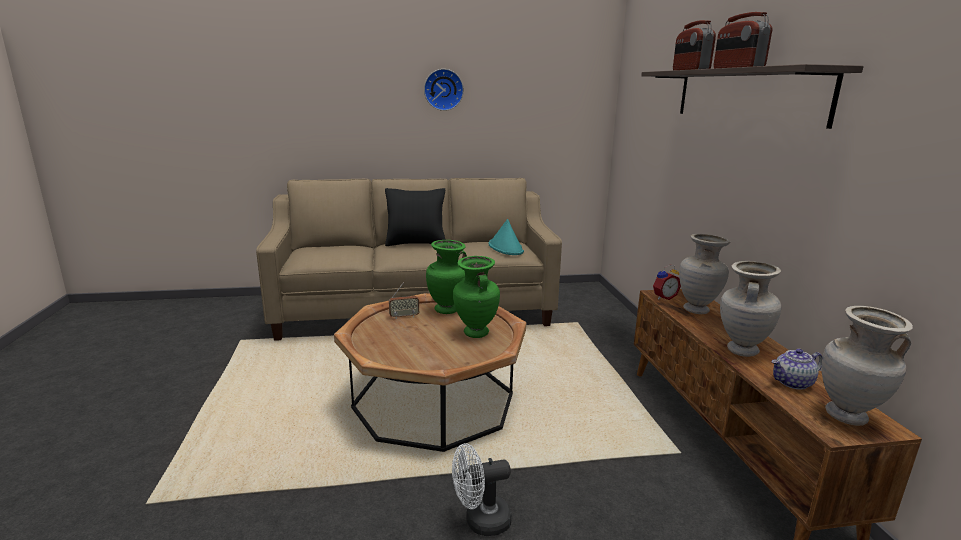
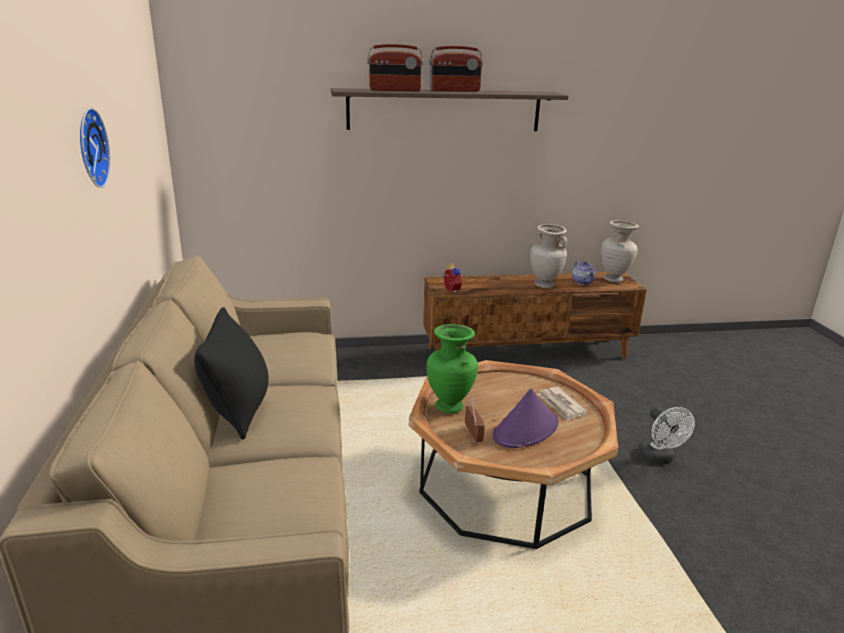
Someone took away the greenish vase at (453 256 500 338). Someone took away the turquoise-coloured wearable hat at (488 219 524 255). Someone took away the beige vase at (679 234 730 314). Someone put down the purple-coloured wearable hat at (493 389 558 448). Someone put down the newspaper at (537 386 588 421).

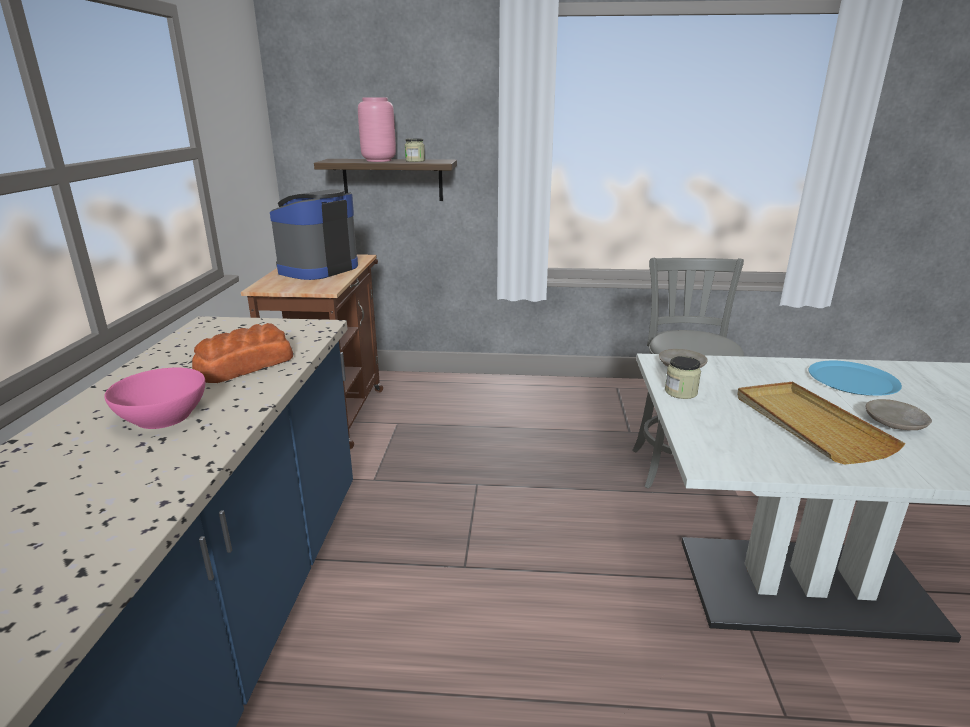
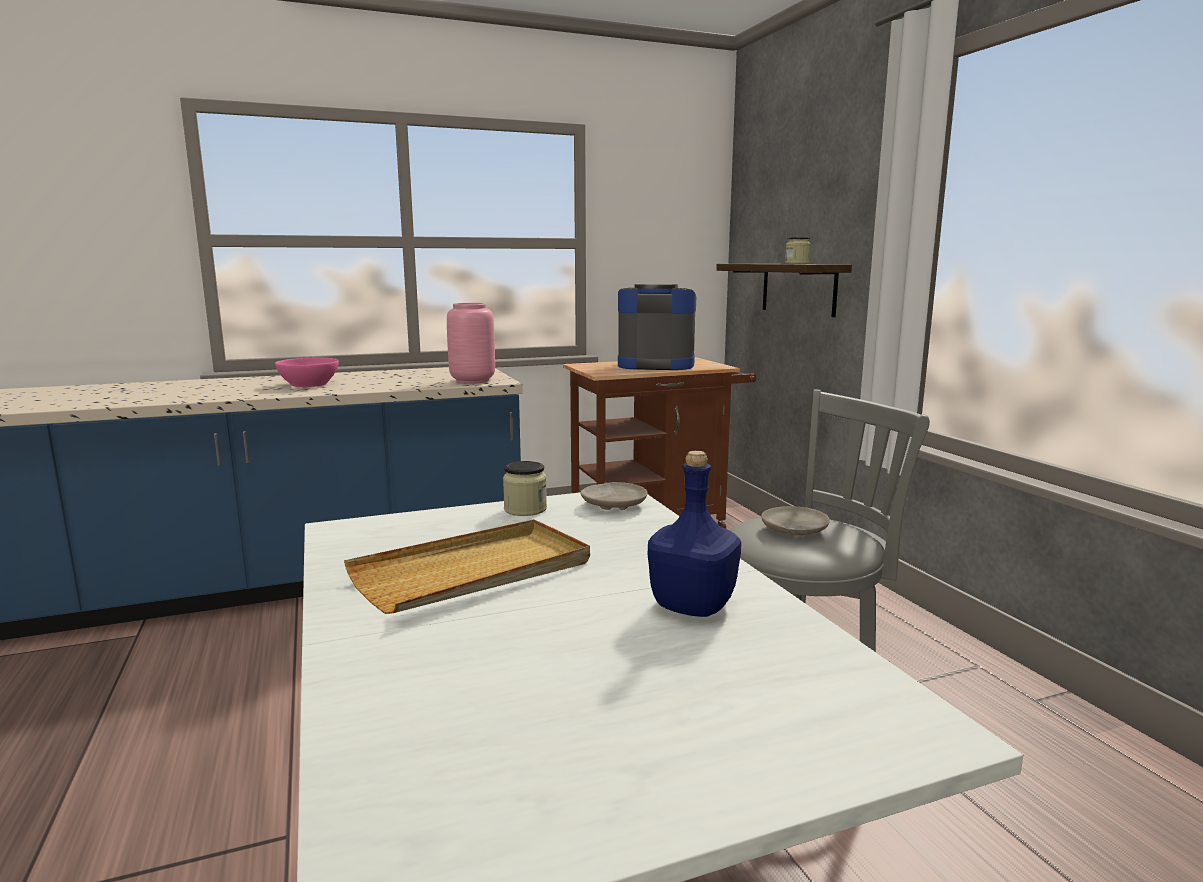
Someone took away the bread at (192 323 293 383). Someone carried the pinkish vase from (358 97 396 162) to (447 303 495 384). Someone carried the beige dinner plate from (866 399 932 430) to (761 506 830 536). Someone swapped the bluish dinner plate at (808 361 902 396) for the bluish beverage bottle at (648 451 741 617).

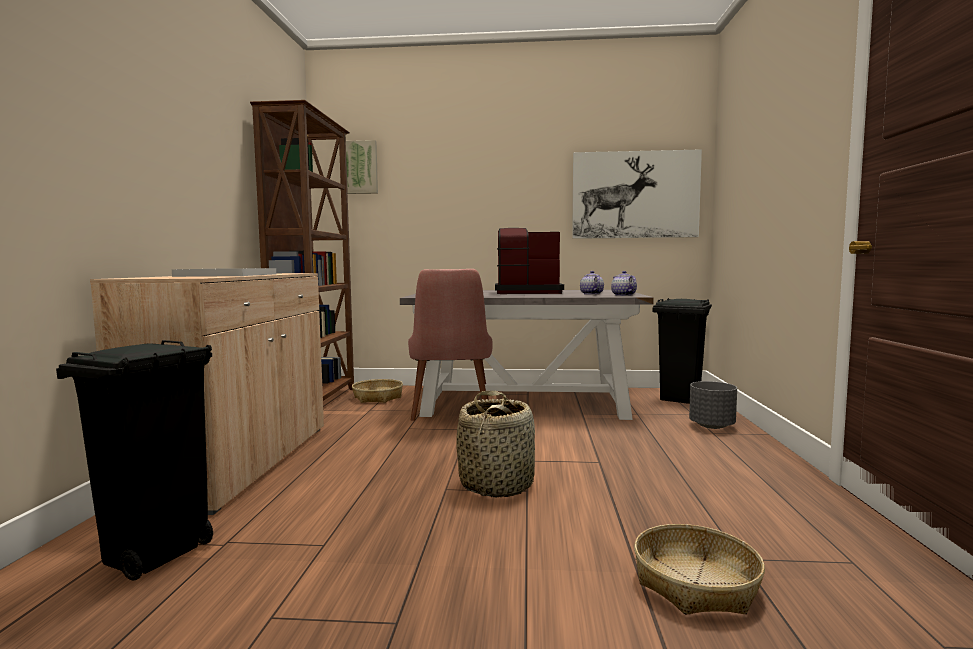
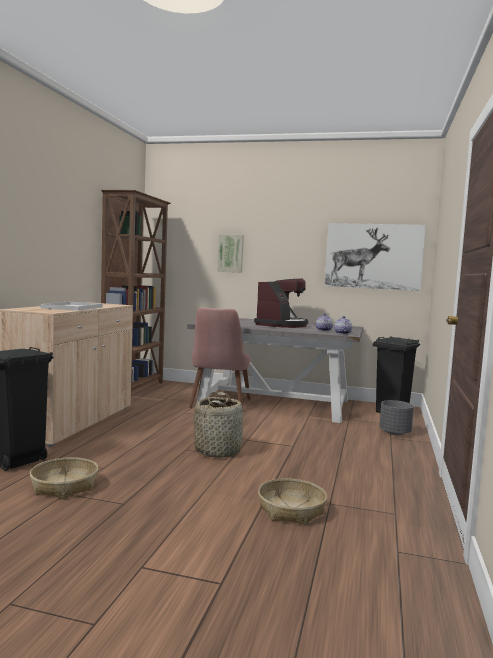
Someone carried the picture from (346 140 378 194) to (217 234 244 273). Someone carried the storage basket from (352 379 403 403) to (30 457 98 499). Someone rotated the coffee brewer at (495 228 564 294) by 105 degrees clockwise.

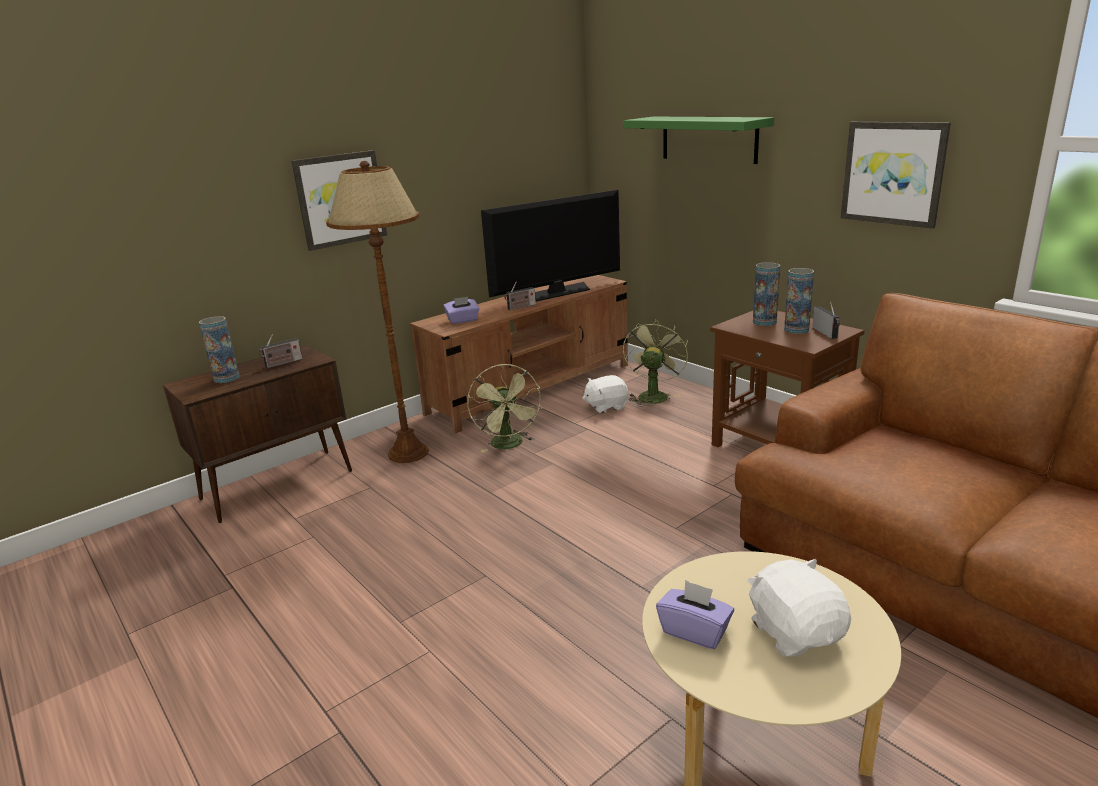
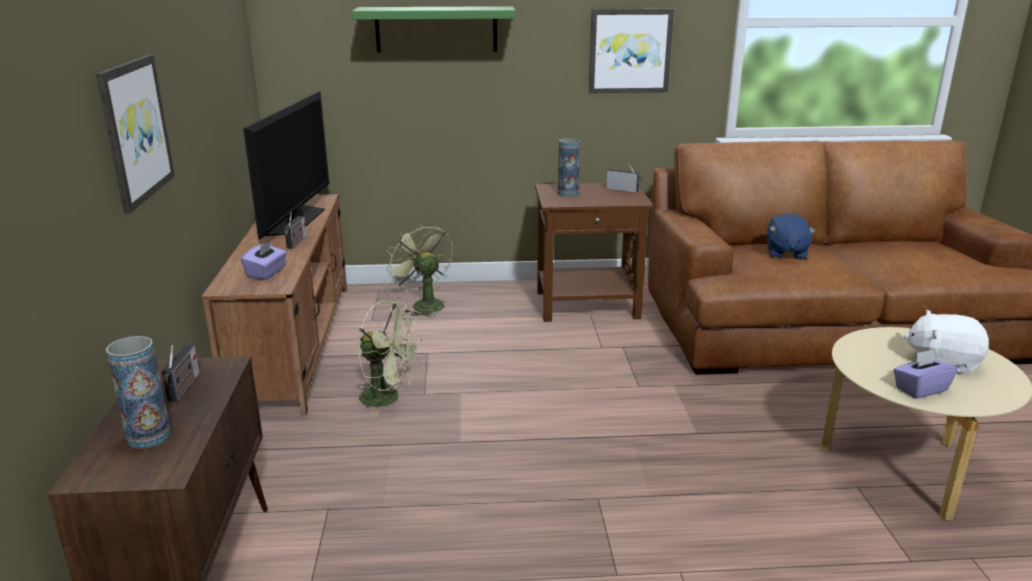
Someone took away the brownish floor lamp at (326 161 429 463). Someone took away the whitish cuddly toy at (582 375 628 414). Someone took away the vase at (784 268 814 334). Someone put down the bluish cuddly toy at (767 214 816 260).

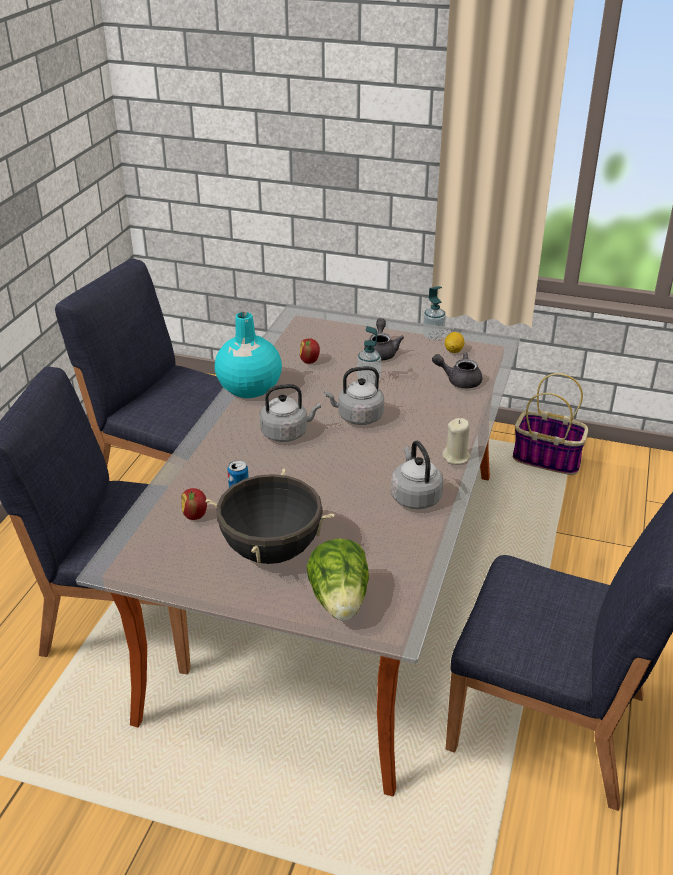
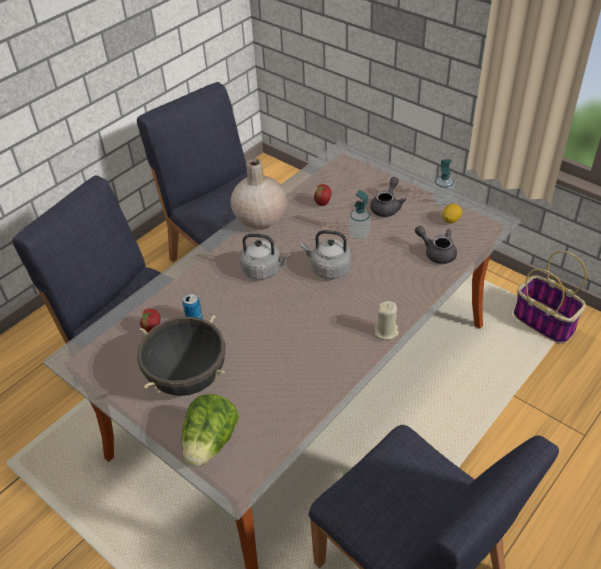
Someone took away the gray water kettle at (391 441 444 509). Someone repainted the turquoise-coloured vase at (215 312 282 398), which became the beige vase at (230 159 287 229).

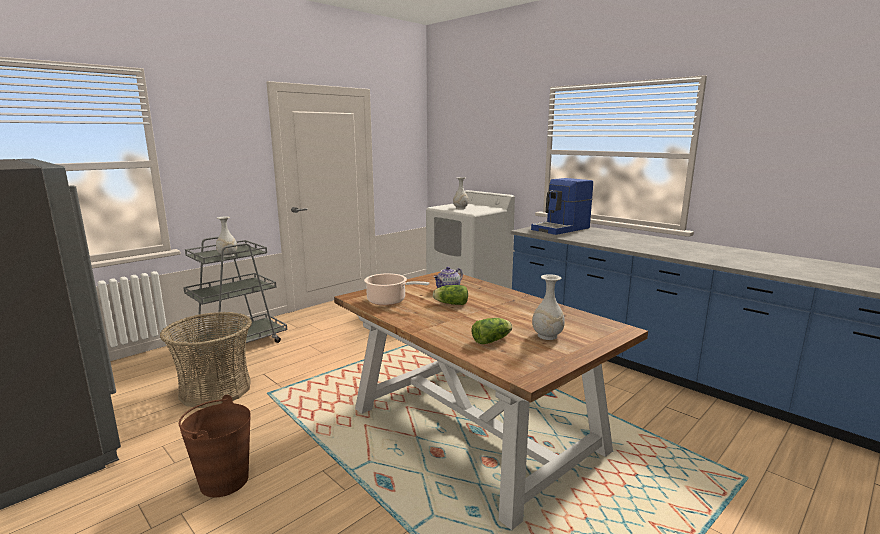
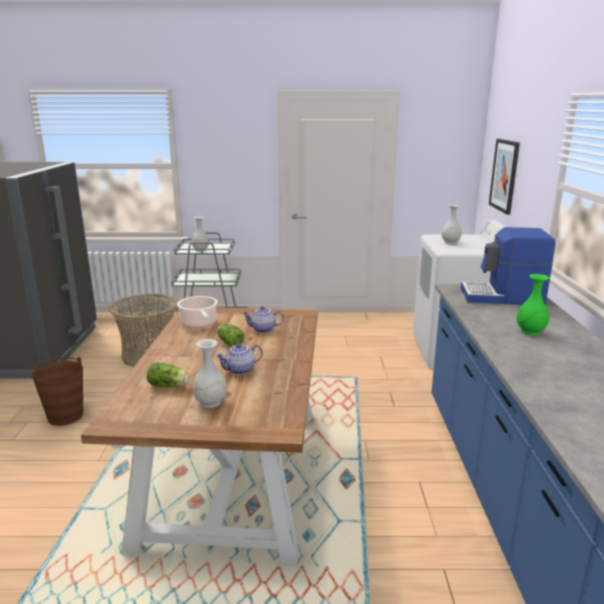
Someone put down the teapot at (215 343 263 375). Someone put up the picture at (489 139 520 215). Someone put down the greenish vase at (517 274 549 335).

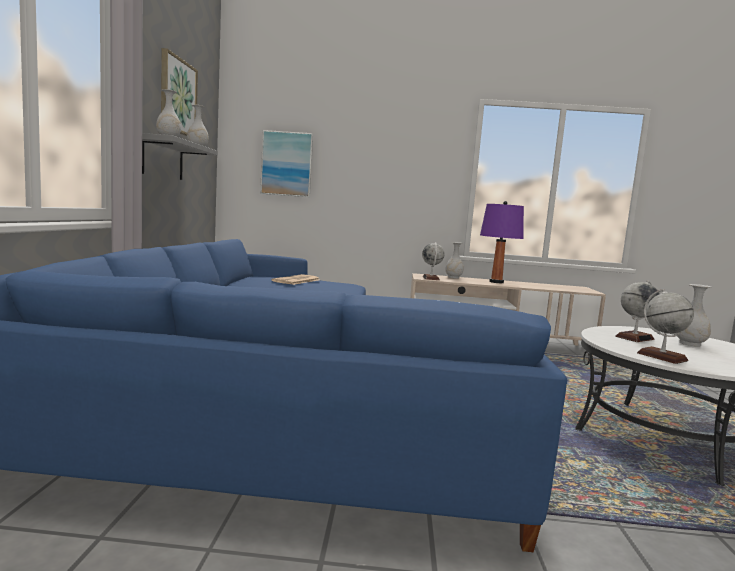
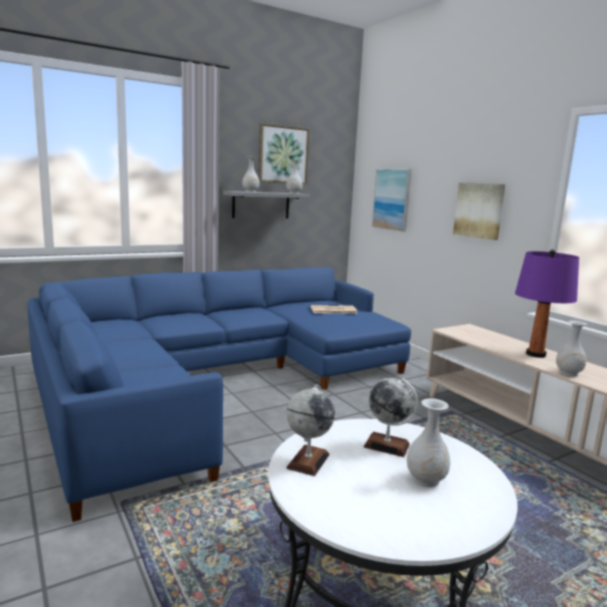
Someone took away the desk globe at (422 242 444 280). Someone put up the picture at (453 183 505 240). Someone carried the whitish vase from (445 242 464 279) to (556 321 587 376).

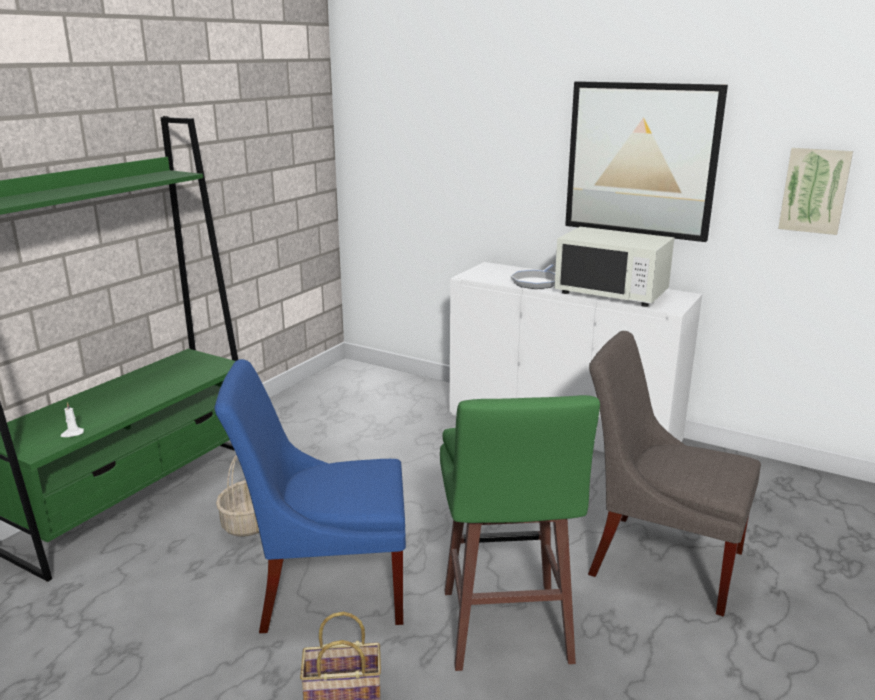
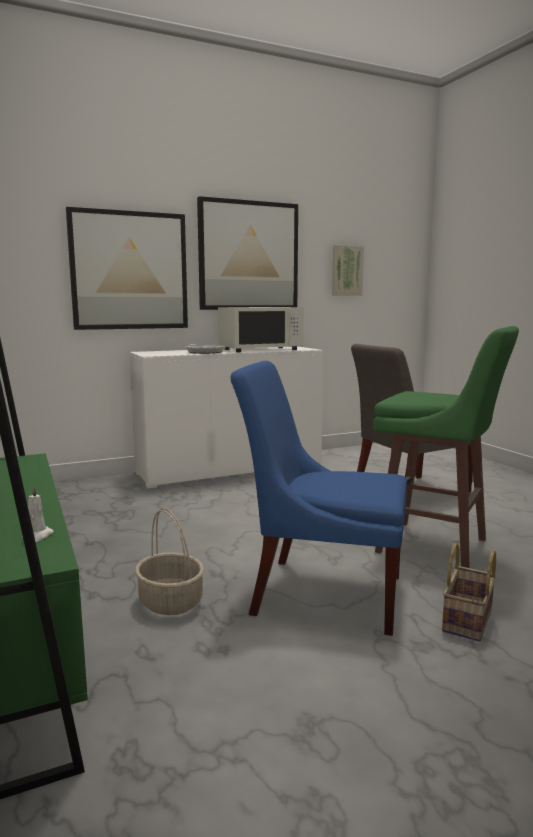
Someone put up the picture at (66 207 188 330). Someone rotated the bluish chair at (215 359 406 633) by 75 degrees clockwise.

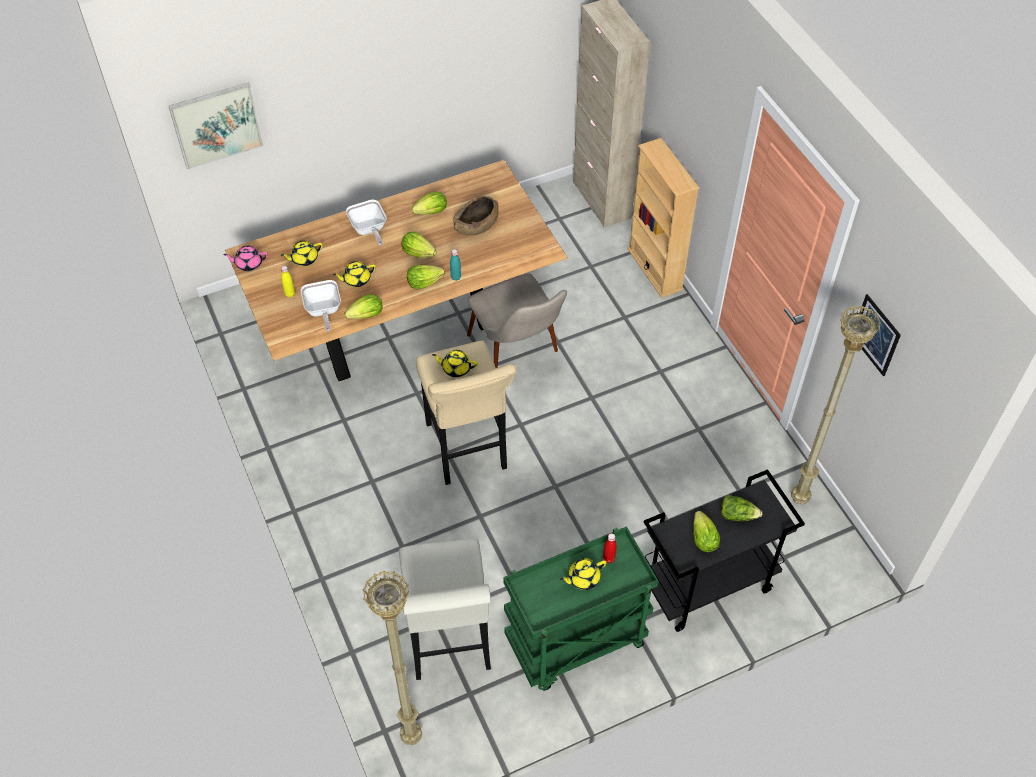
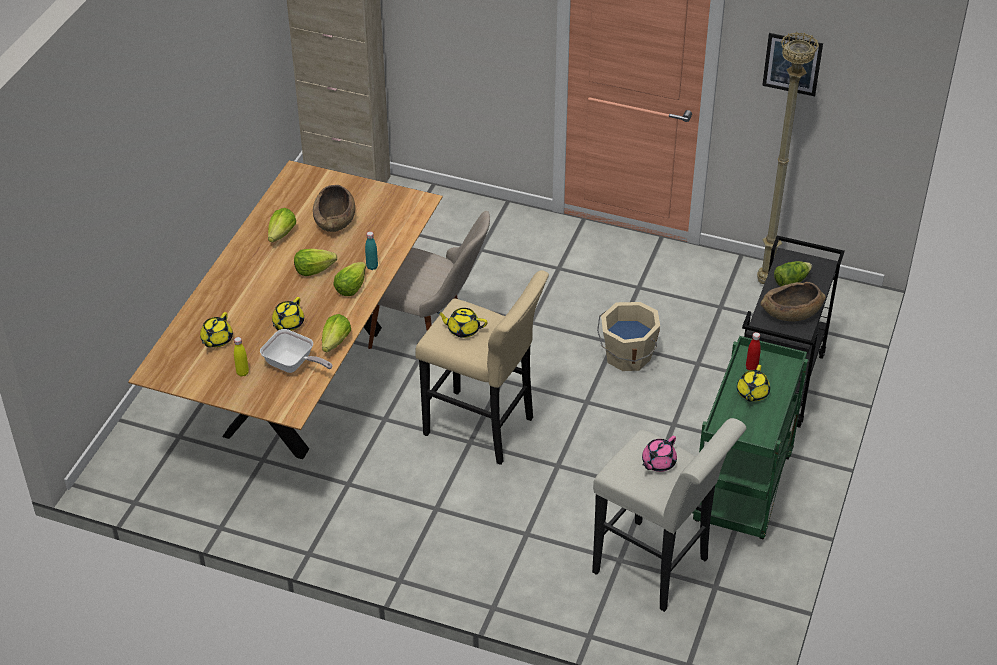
Someone took away the picture at (169 82 263 169). Someone took away the pan at (346 200 387 246). Someone took away the beige floor lamp at (362 570 422 745). Someone took away the beige bookshelf at (628 138 699 298). Someone put down the beige bucket at (597 302 660 371). Someone carried the pinkish teapot from (223 246 268 271) to (642 436 677 472). Someone swapped the lettuce at (693 511 720 552) for the brownish serving bowl at (760 282 826 322). Someone rotated the yellow teapot at (432 350 478 377) by 45 degrees clockwise.

